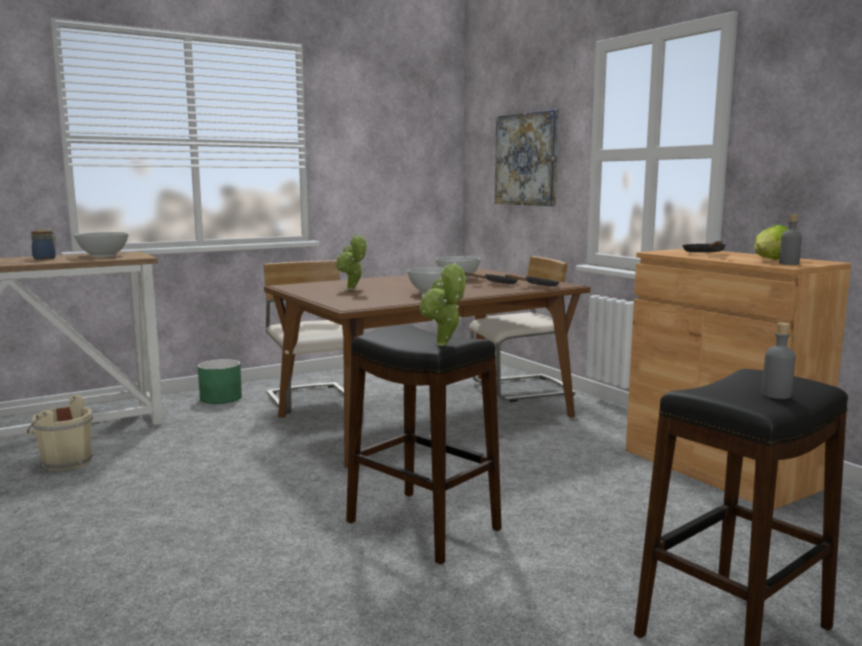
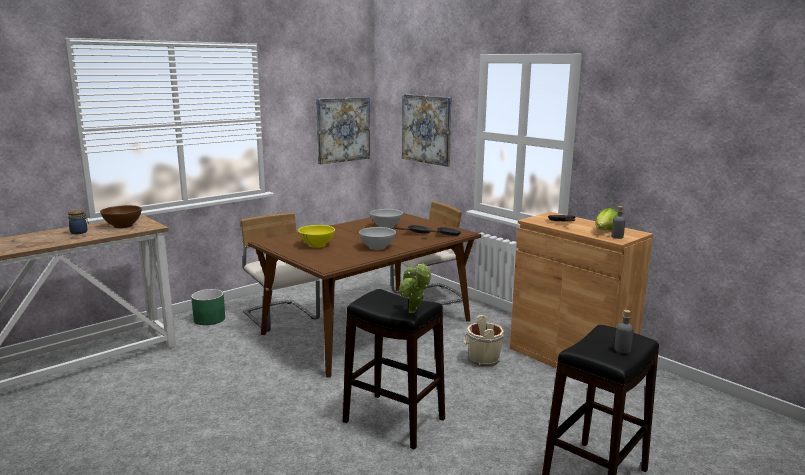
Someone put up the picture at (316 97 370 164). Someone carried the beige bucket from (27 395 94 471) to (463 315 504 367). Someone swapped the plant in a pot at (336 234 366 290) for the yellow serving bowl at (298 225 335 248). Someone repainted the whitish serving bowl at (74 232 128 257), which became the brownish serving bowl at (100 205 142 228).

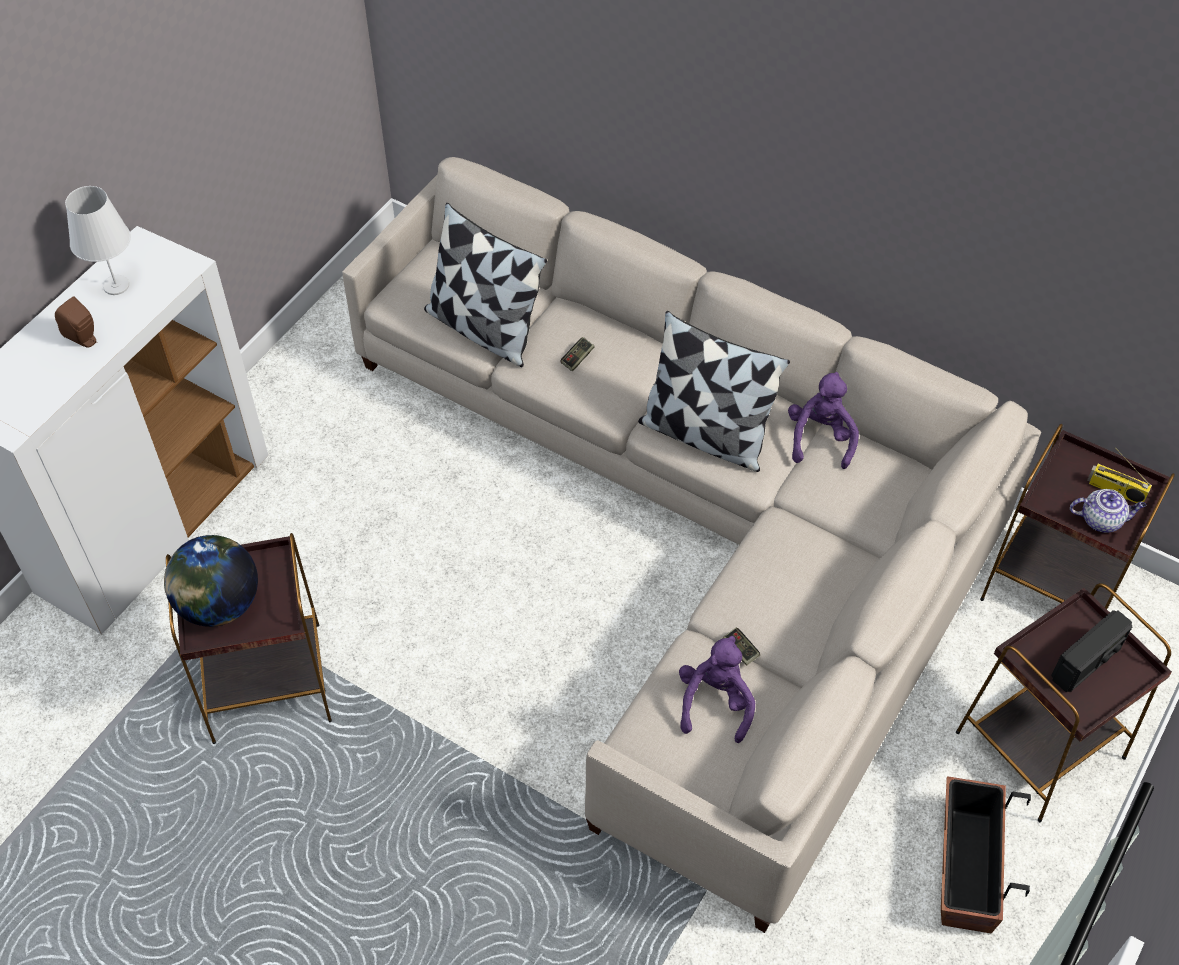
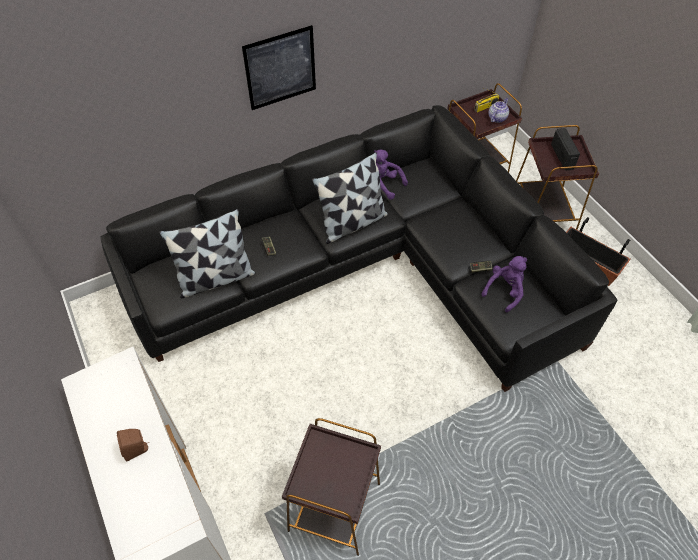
Someone took away the whitish tabletop lamp at (65 186 131 295). Someone took away the desk globe at (164 535 258 627). Someone put up the picture at (242 25 316 110). Someone repainted the beige couch at (343 157 1041 933), which became the black-coloured couch at (101 105 617 392). Someone rotated the purple-coloured cuddly toy at (679 636 755 743) by 90 degrees clockwise.

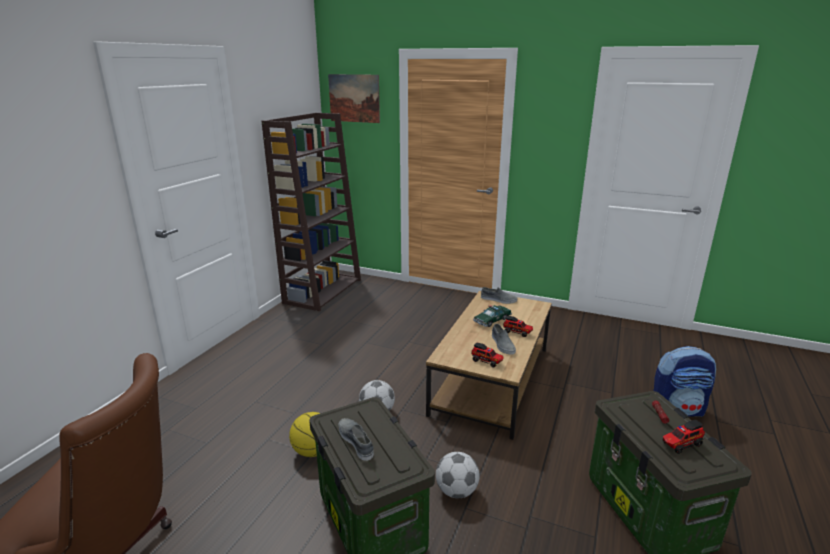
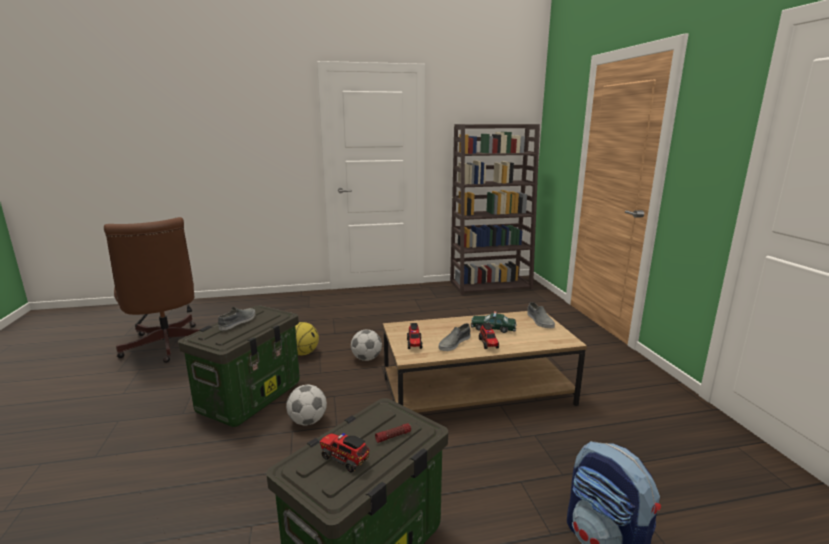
Someone took away the picture at (328 74 380 123).

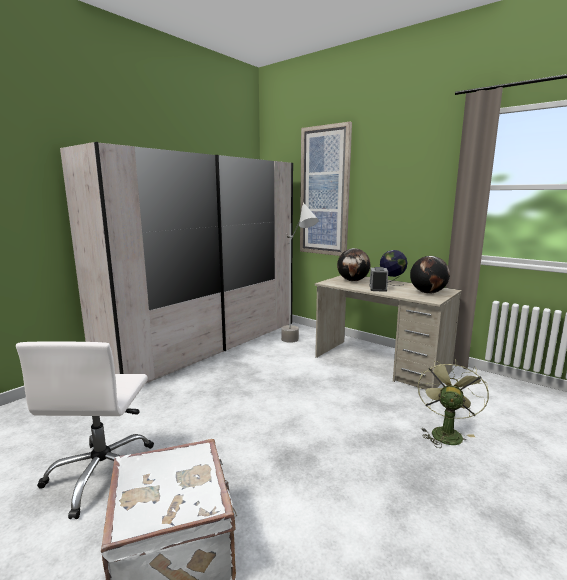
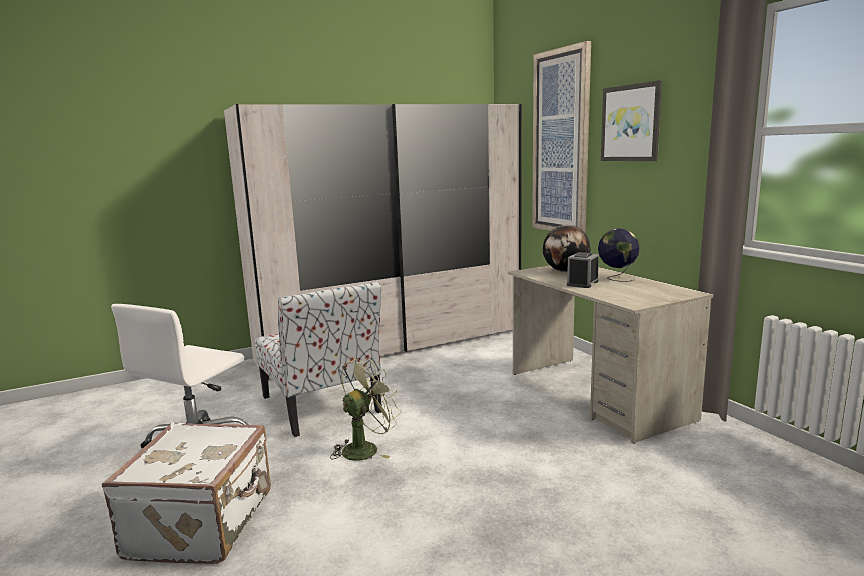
Someone took away the gray floor lamp at (281 202 319 343). Someone took away the desk globe at (410 256 450 294). Someone put down the chair at (255 282 382 437). Someone put up the picture at (601 80 662 161). Someone carried the greenish fan from (418 359 489 448) to (330 358 401 461).

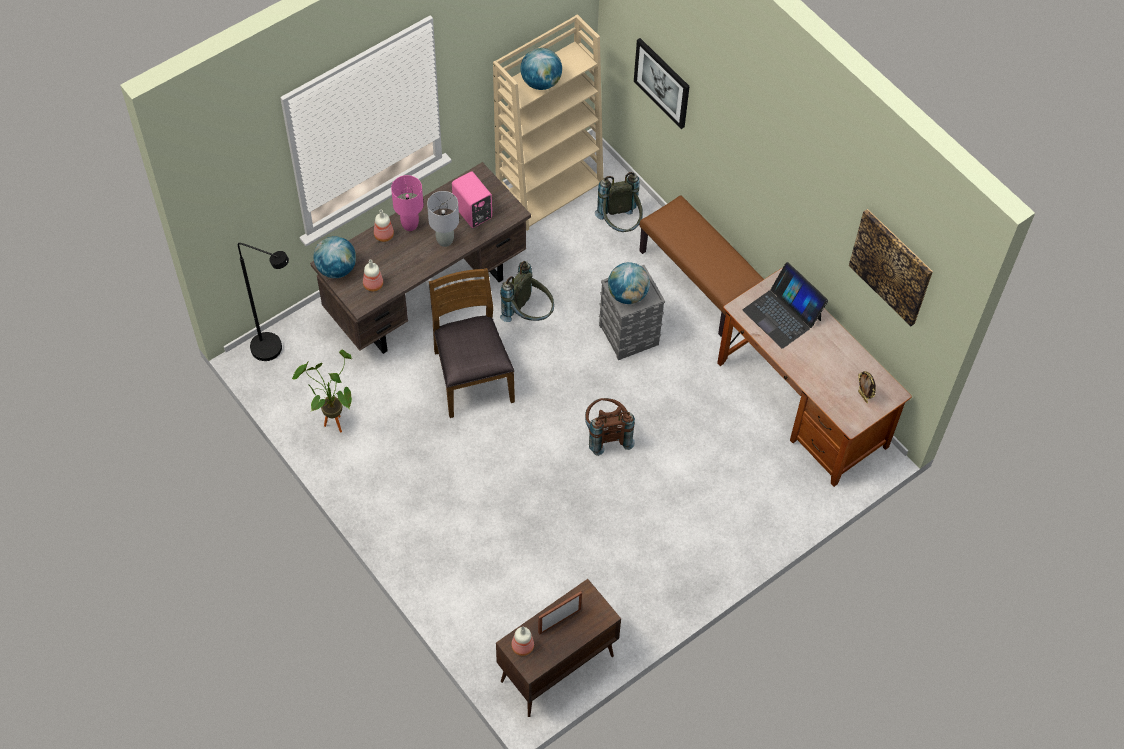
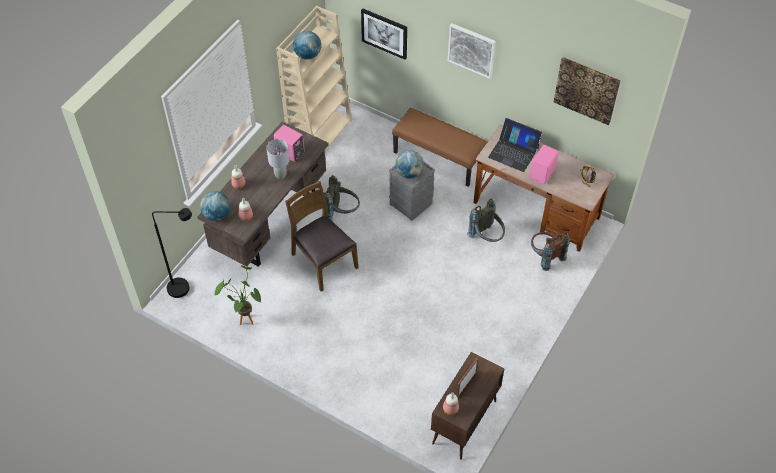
Someone took away the pinkish tabletop lamp at (391 175 423 231). Someone put up the picture at (448 23 496 79). Someone put down the pinkish loudspeaker at (529 145 559 184). Someone carried the brownish knapsack from (585 398 635 456) to (531 232 570 271). Someone carried the gray knapsack from (595 172 643 232) to (467 199 505 242).

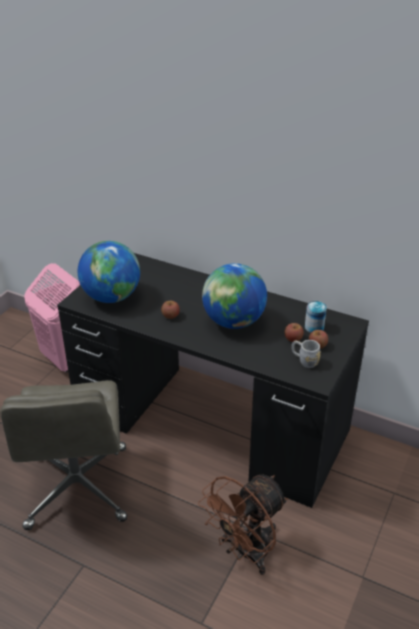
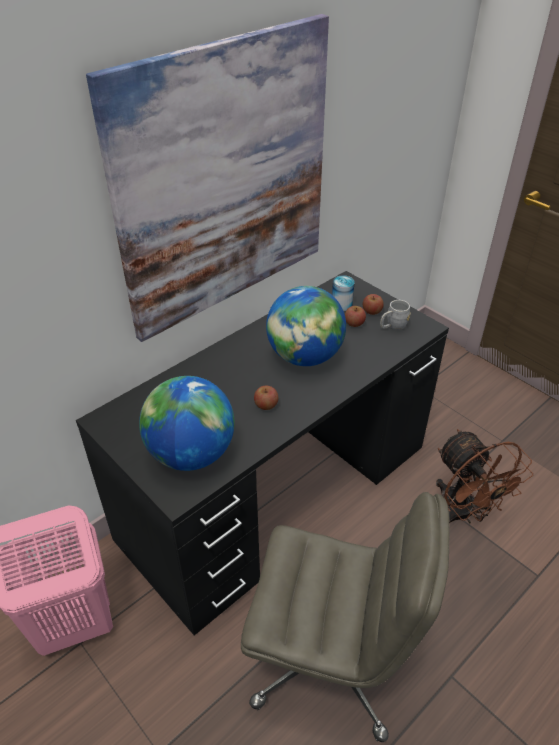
Someone put up the picture at (86 14 329 342).

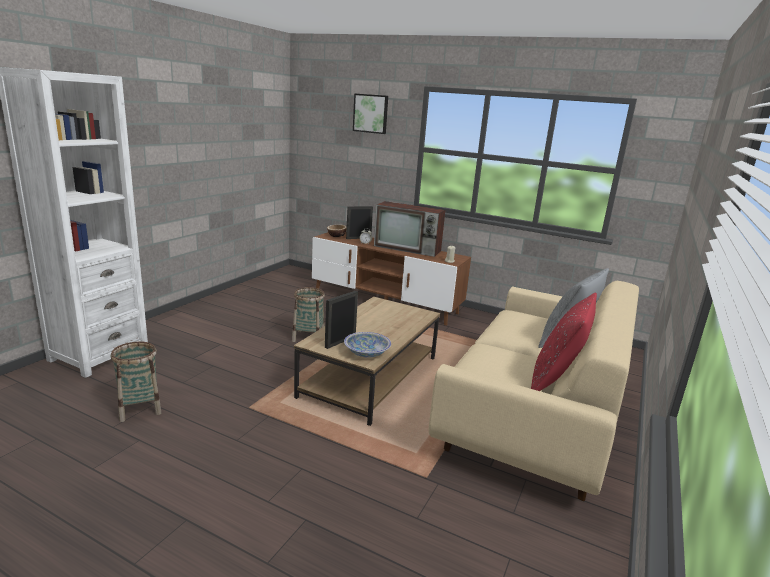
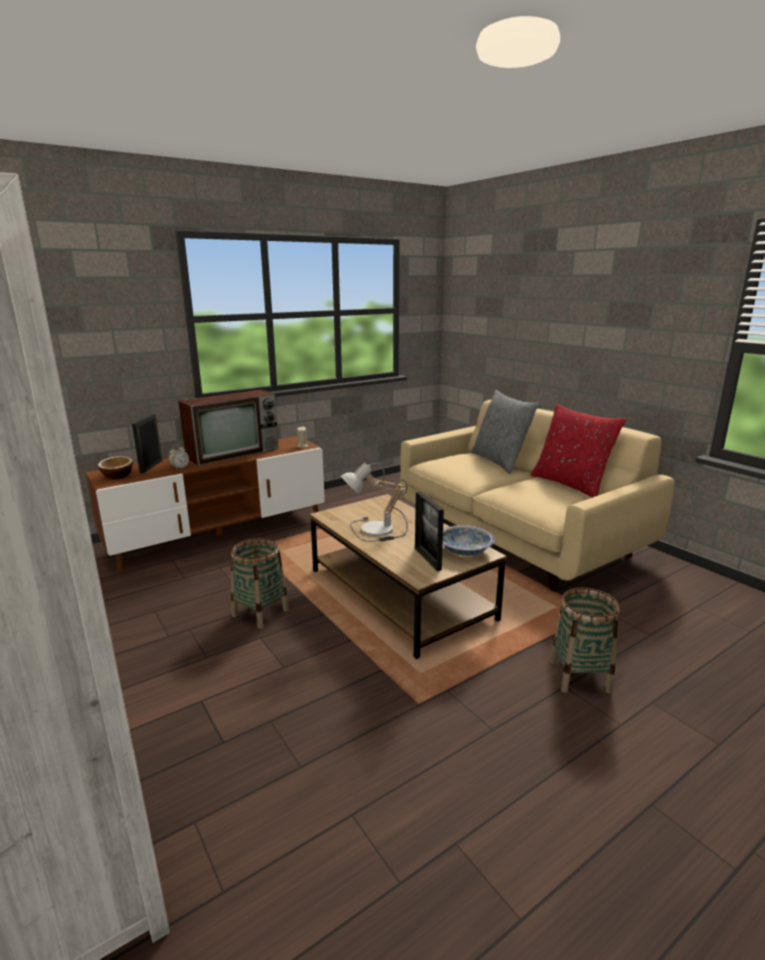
Someone took away the picture at (353 93 388 134). Someone put down the tabletop lamp at (341 462 408 542). Someone carried the storage basket from (111 341 161 422) to (550 587 620 694).

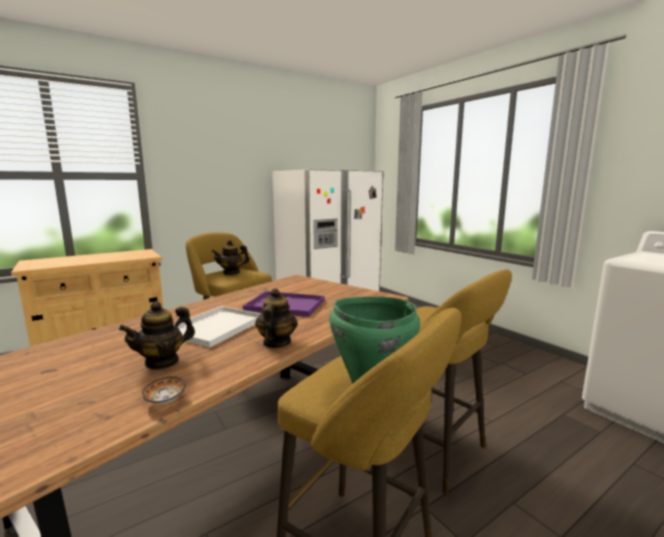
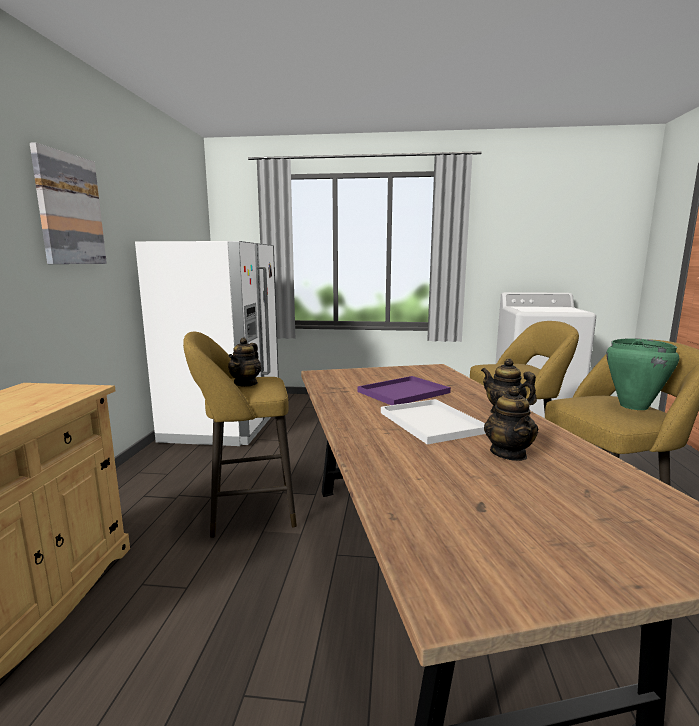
Someone took away the serving bowl at (142 376 186 404). Someone put up the picture at (30 142 107 264).

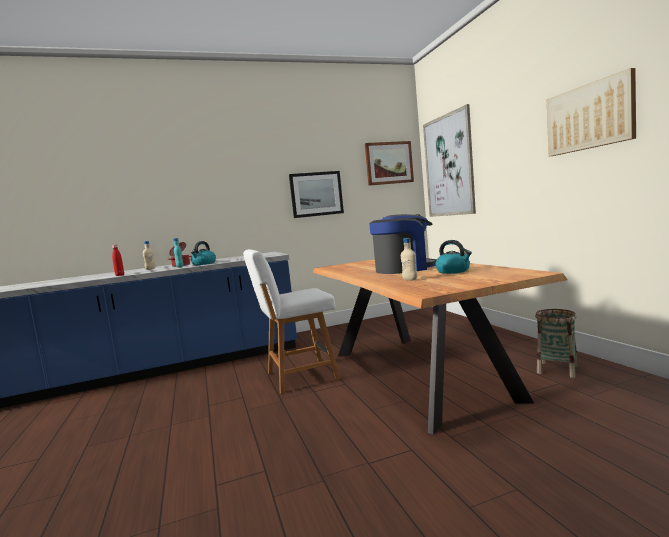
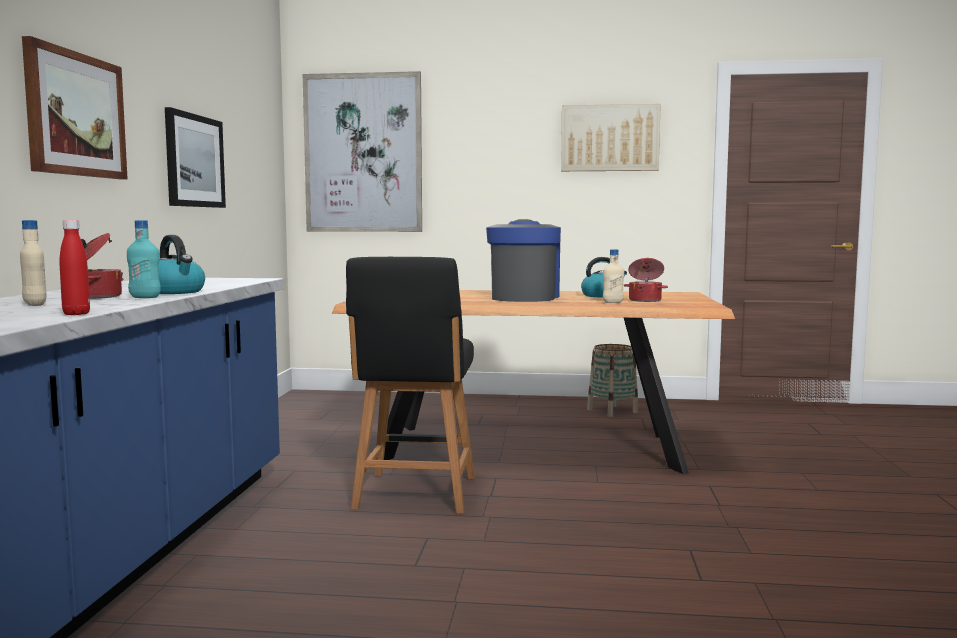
Someone put down the saucepot at (624 258 668 302). Someone carried the picture from (365 141 414 186) to (22 36 128 179). Someone repainted the whitish chair at (243 249 340 394), which became the black-coloured chair at (346 257 475 514).

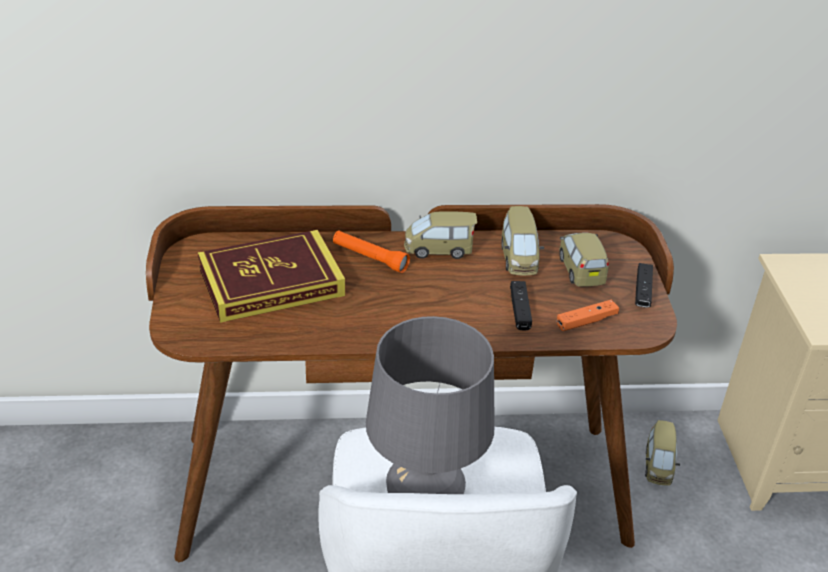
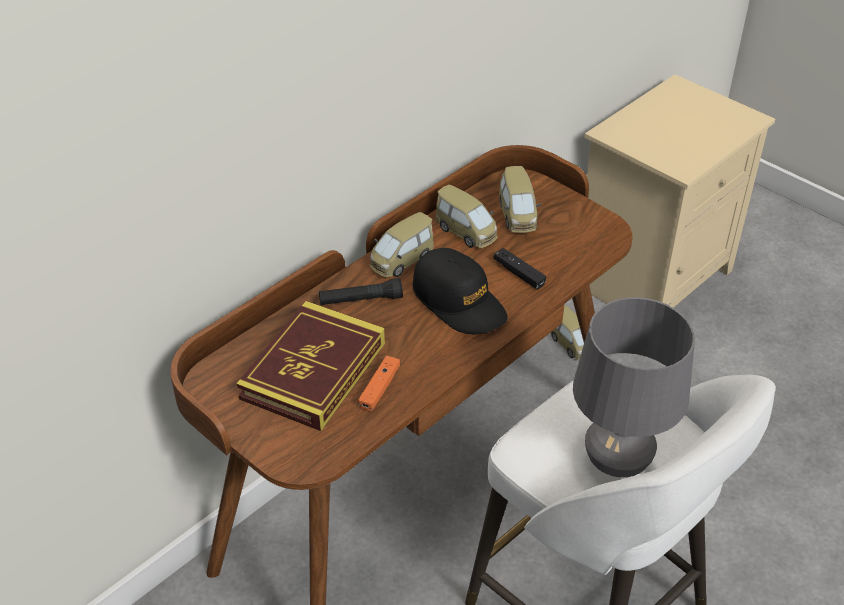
Someone took away the black-coloured game controller at (635 263 653 308). Someone put down the black-coloured peaked cap at (413 248 508 334). Someone carried the orangey game controller from (557 300 619 331) to (358 356 400 411). Someone repainted the orangey torch at (333 231 410 273), which became the black-coloured torch at (319 278 403 305). Someone rotated the miniature car at (559 233 609 287) by 135 degrees counterclockwise.

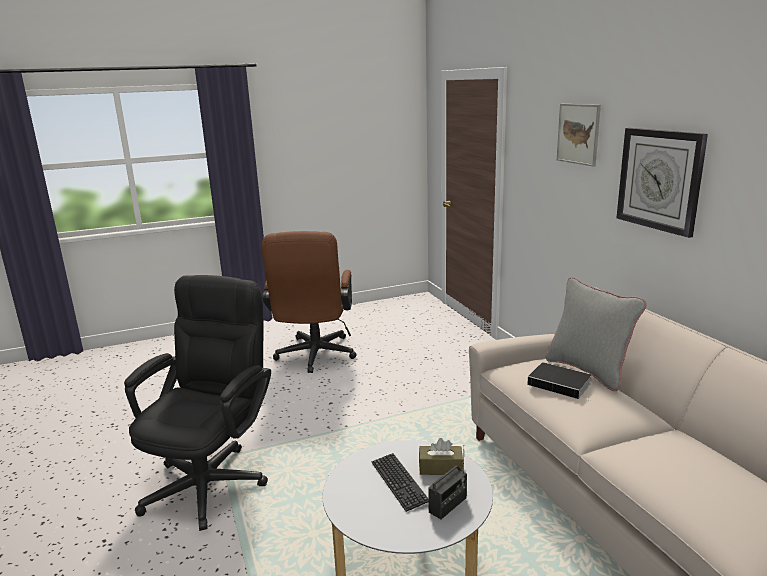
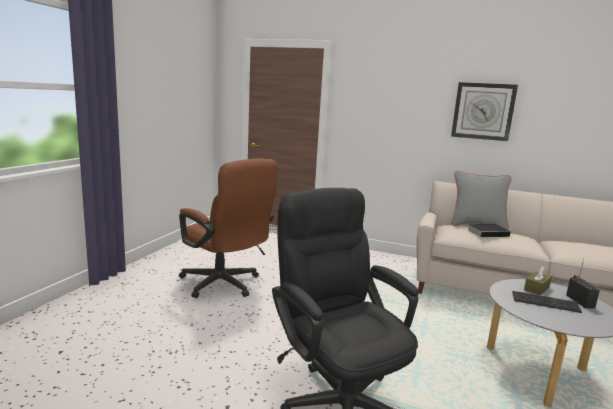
Someone took away the picture at (557 104 601 167).

